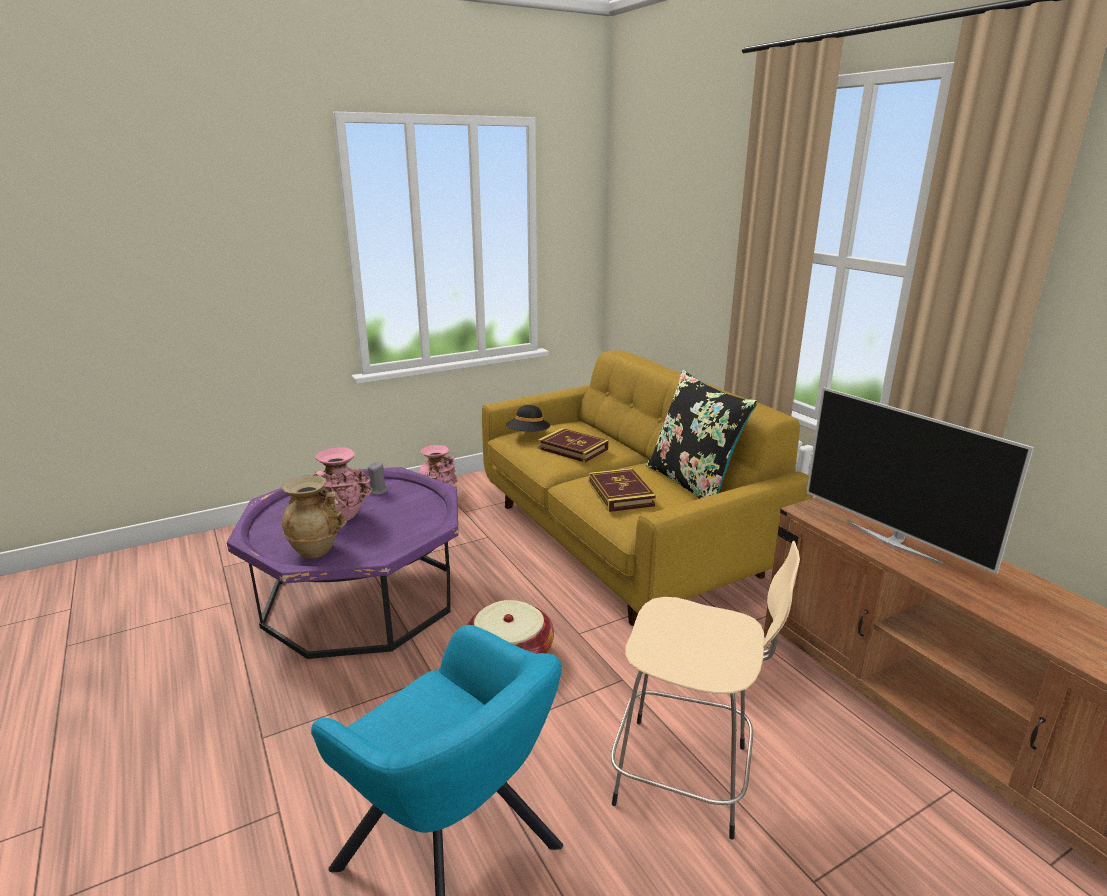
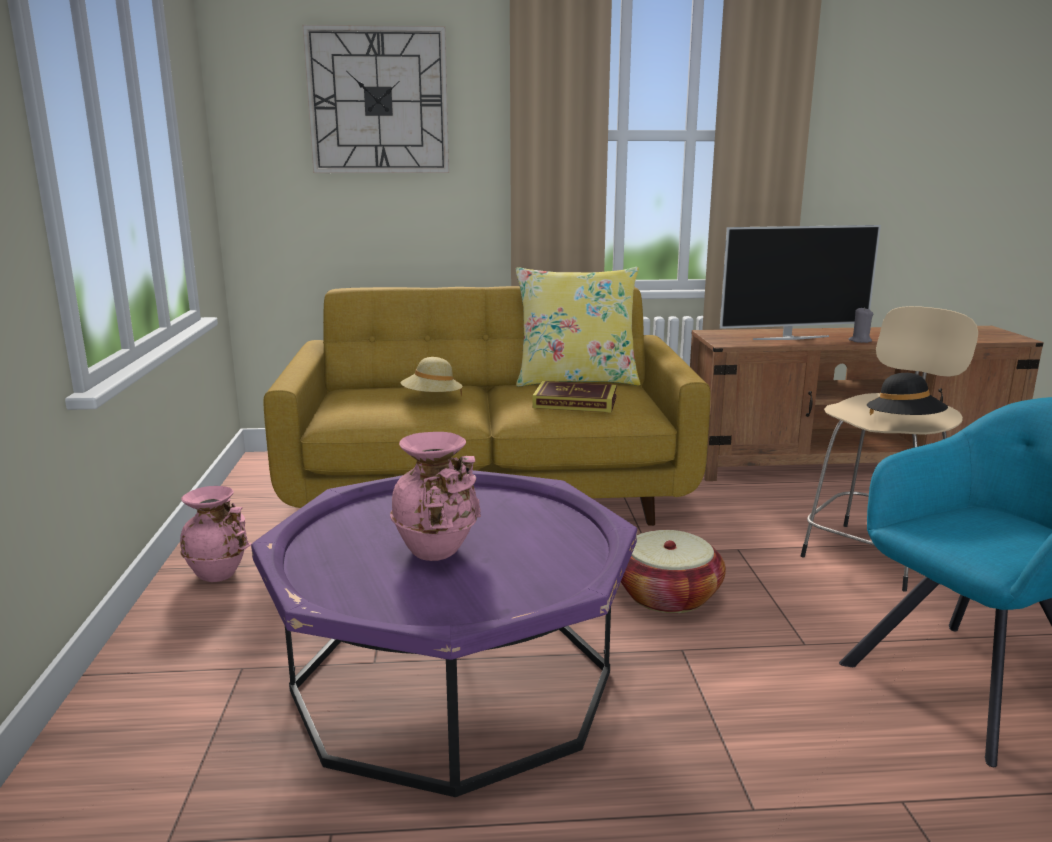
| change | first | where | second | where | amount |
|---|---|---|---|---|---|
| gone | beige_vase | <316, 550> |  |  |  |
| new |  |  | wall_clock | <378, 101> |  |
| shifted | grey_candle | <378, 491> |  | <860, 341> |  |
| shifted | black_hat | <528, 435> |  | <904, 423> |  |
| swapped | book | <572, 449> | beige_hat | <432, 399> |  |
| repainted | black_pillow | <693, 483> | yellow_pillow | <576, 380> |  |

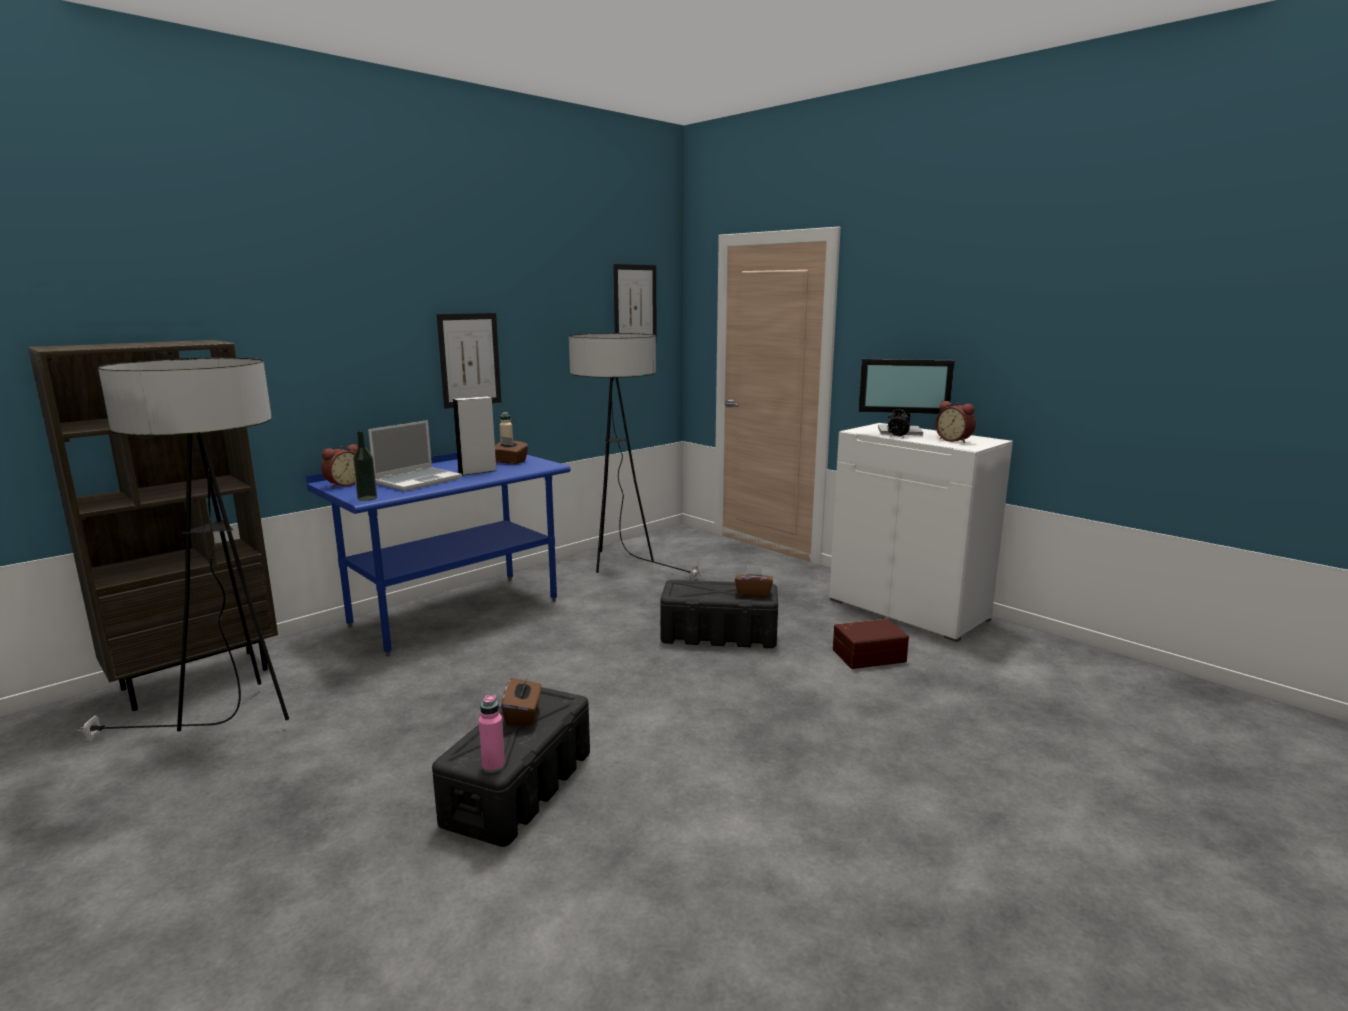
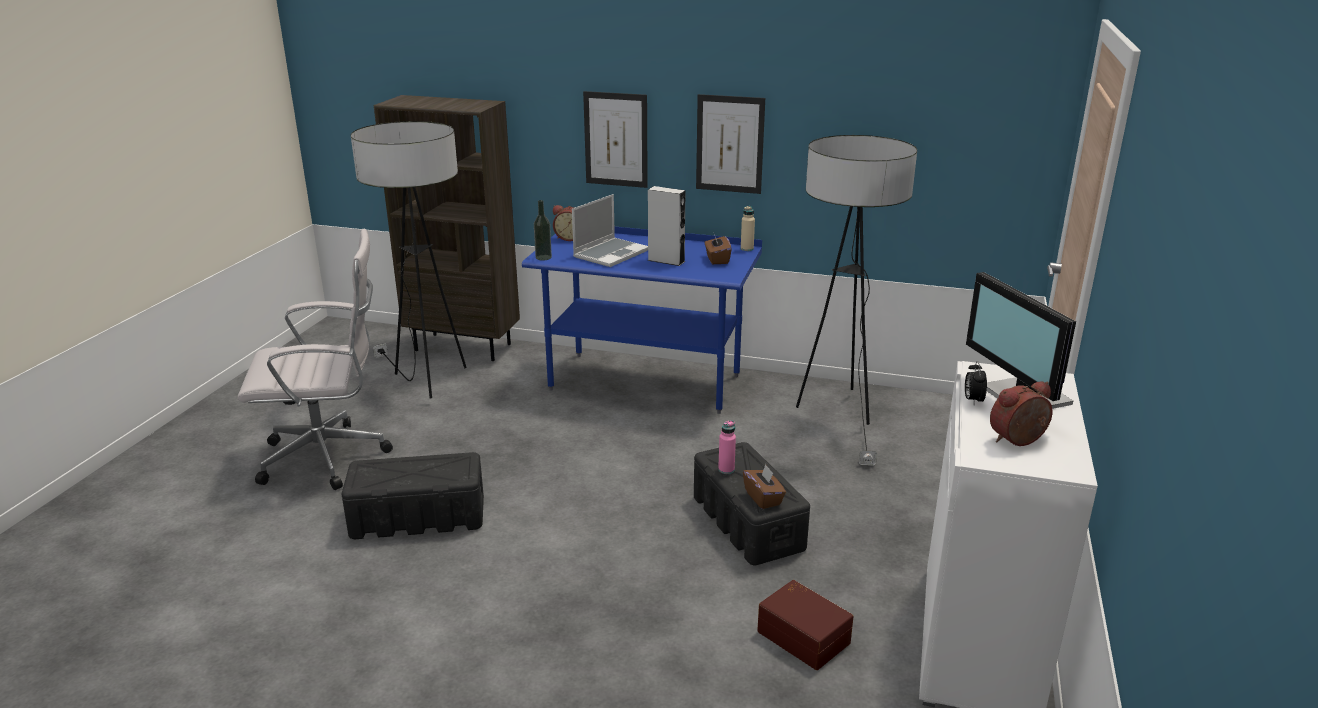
| change | first | where | second | where | amount |
|---|---|---|---|---|---|
| gone | brown_tissue_box | <523, 715> |  |  |  |
| new |  |  | white_office_chair | <330, 457> |  |
| shifted | pink_bottle | <493, 766> |  | <726, 470> |  |
| shifted | picture | <635, 304> |  | <616, 139> |  |
| rotated | laptop | <418, 480> |  | <611, 253> | 60 degrees counterclockwise |
| rotated | alarm_clock | <954, 440> |  | <1019, 441> | 45 degrees clockwise |

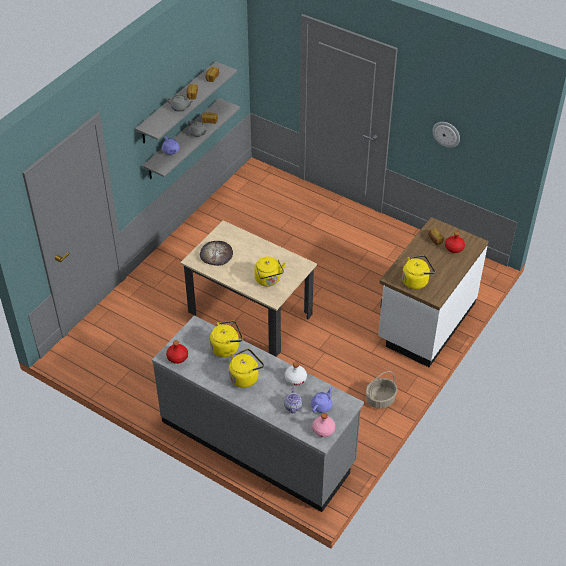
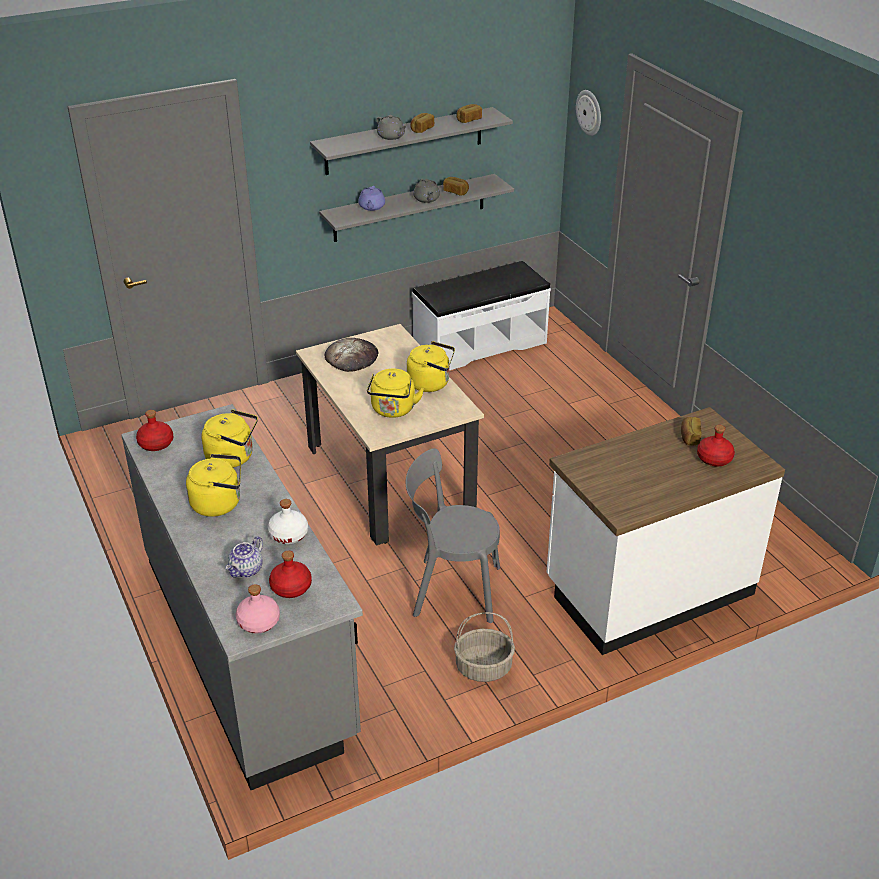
| change | first | where | second | where | amount |
|---|---|---|---|---|---|
| new |  |  | grey_chair | <451, 590> |  |
| new |  |  | white_bench | <479, 344> |  |
| shifted | yellow_kettle | <416, 281> |  | <431, 383> |  |
| shifted | wall_clock | <446, 134> |  | <589, 112> |  |
| swapped | purple_teapot | <322, 405> | red_bottle | <290, 587> |  |

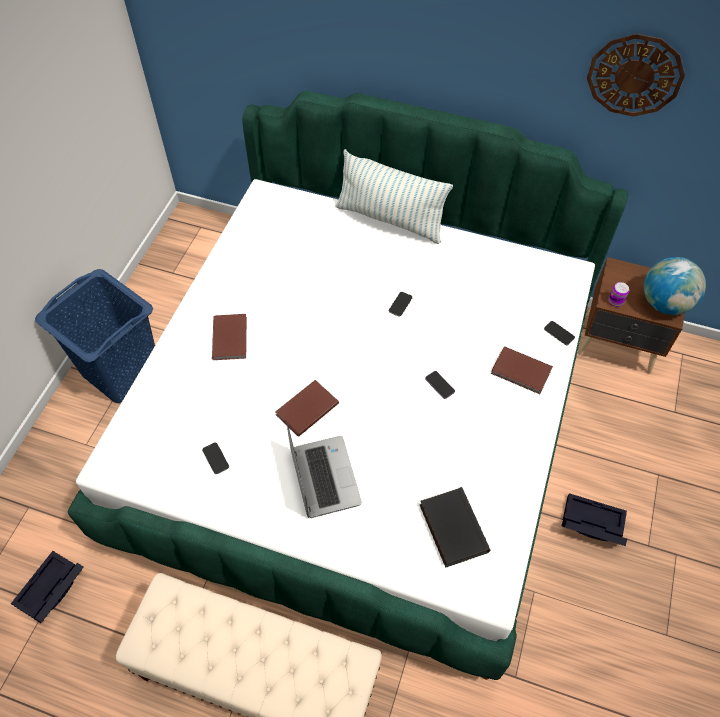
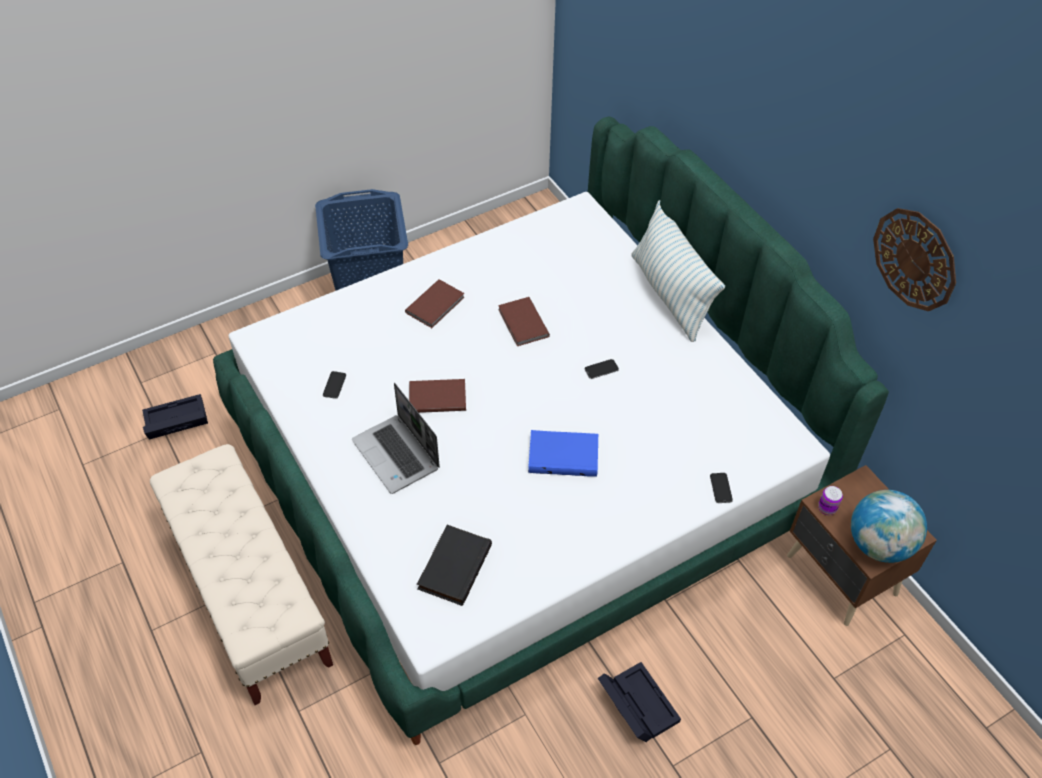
| change | first | where | second | where | amount |
|---|---|---|---|---|---|
| shifted | brown_book | <521, 372> |  | <522, 324> |  |
| swapped | phone | <439, 385> | blue_book | <564, 455> |  |
| rotated | laptop | <323, 476> |  | <397, 455> | 120 degrees clockwise |

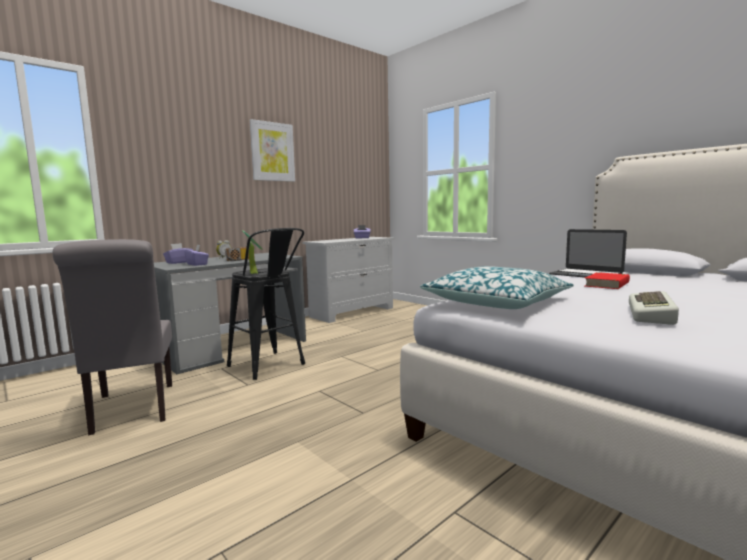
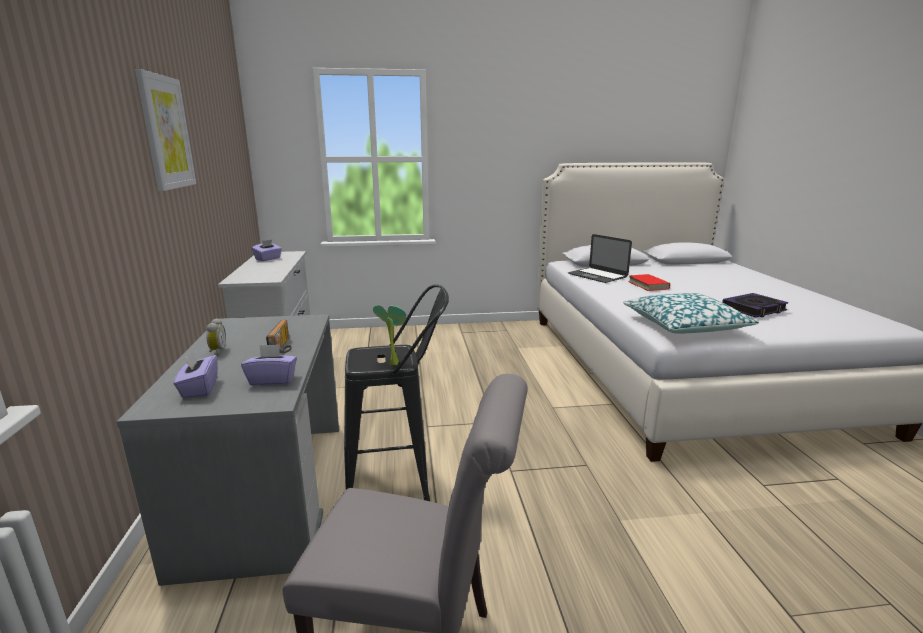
| change | first | where | second | where | amount |
|---|---|---|---|---|---|
| swapped | keyboard | <653, 314> | book | <753, 309> |  |
| rotated | laptop | <585, 274> |  | <597, 275> | 60 degrees clockwise |

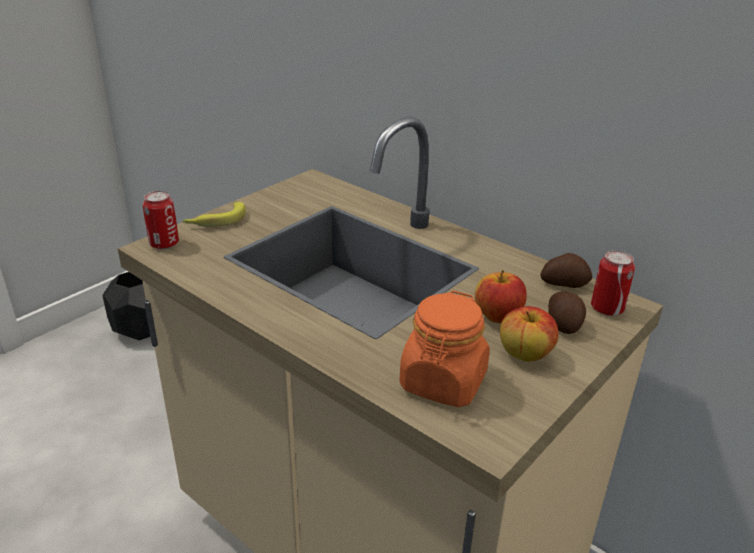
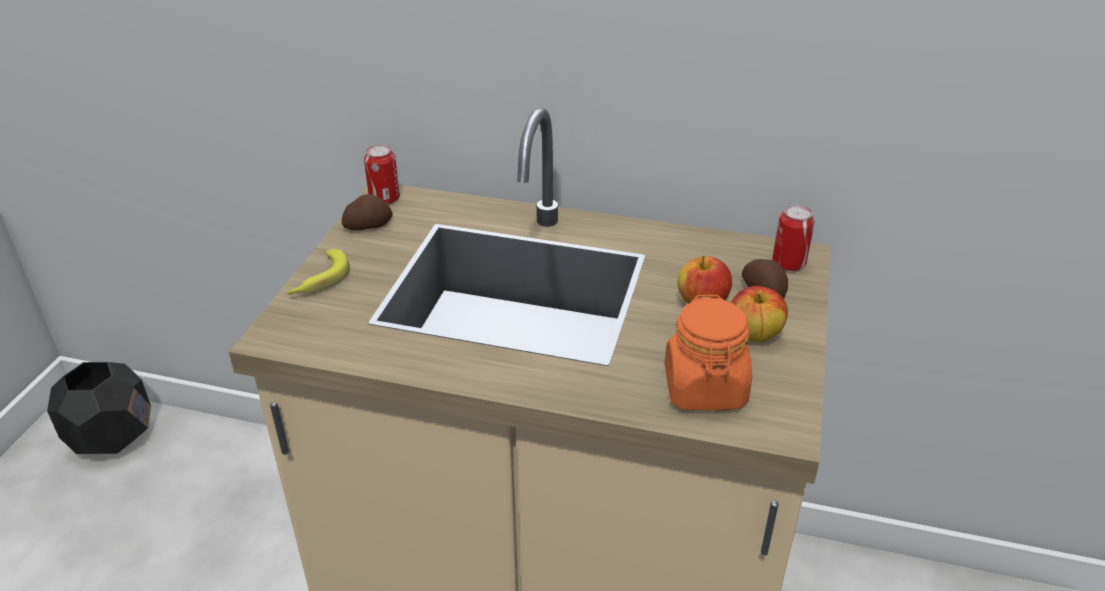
| change | first | where | second | where | amount |
|---|---|---|---|---|---|
| shifted | can | <164, 244> |  | <384, 199> |  |
| shifted | potato | <564, 283> |  | <368, 225> |  |

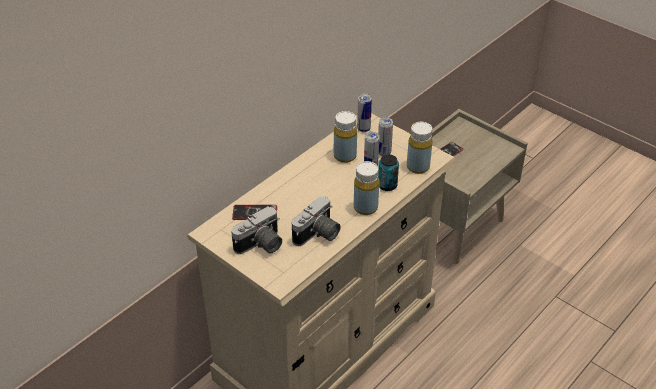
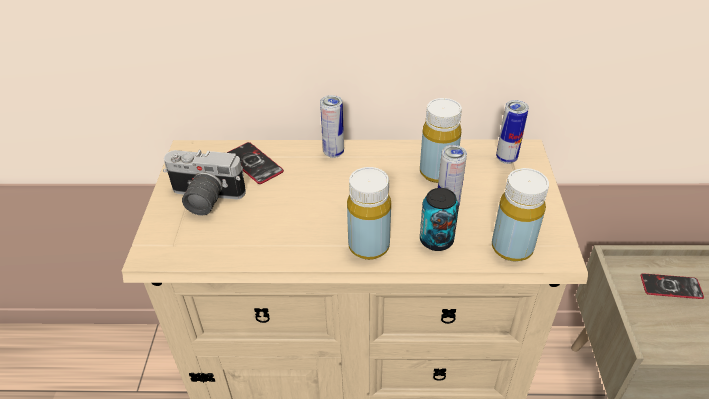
| change | first | where | second | where | amount |
|---|---|---|---|---|---|
| gone | photo_camera | <318, 235> |  |  |  |
| shifted | can | <384, 153> |  | <333, 152> |  |

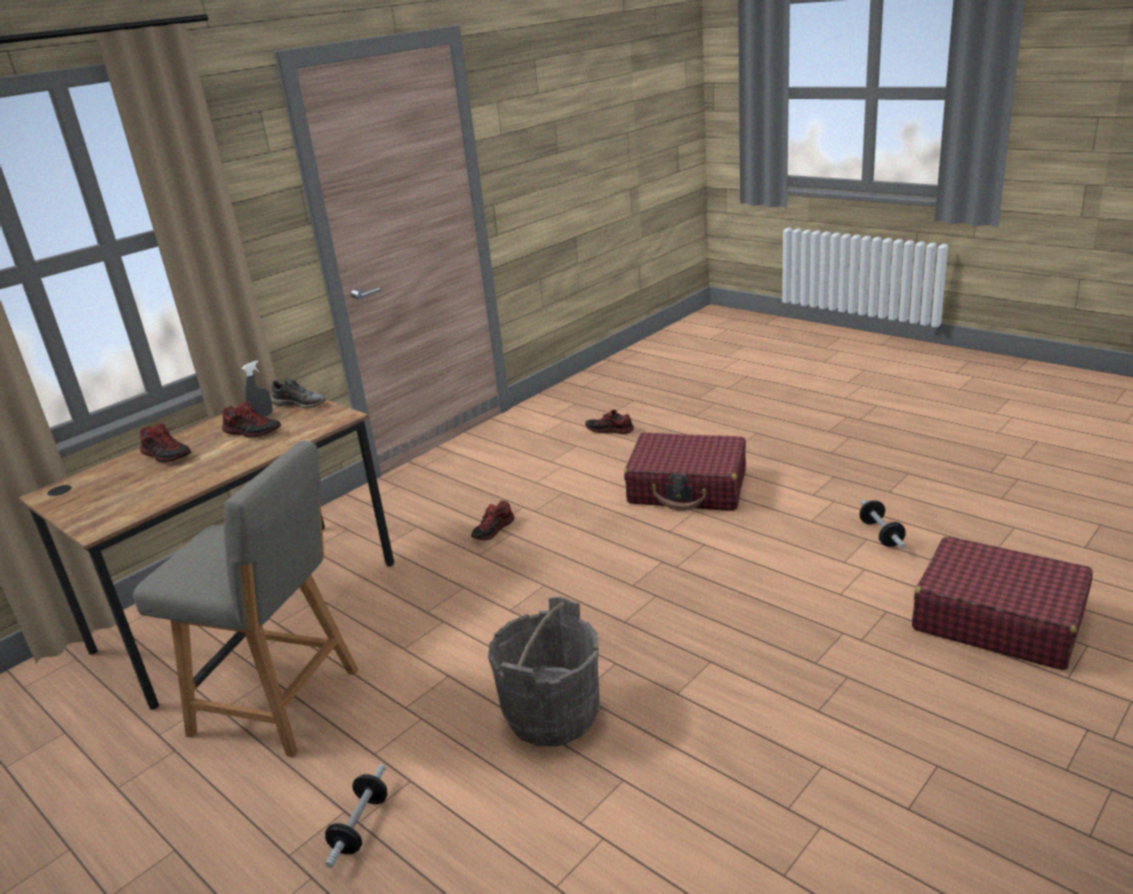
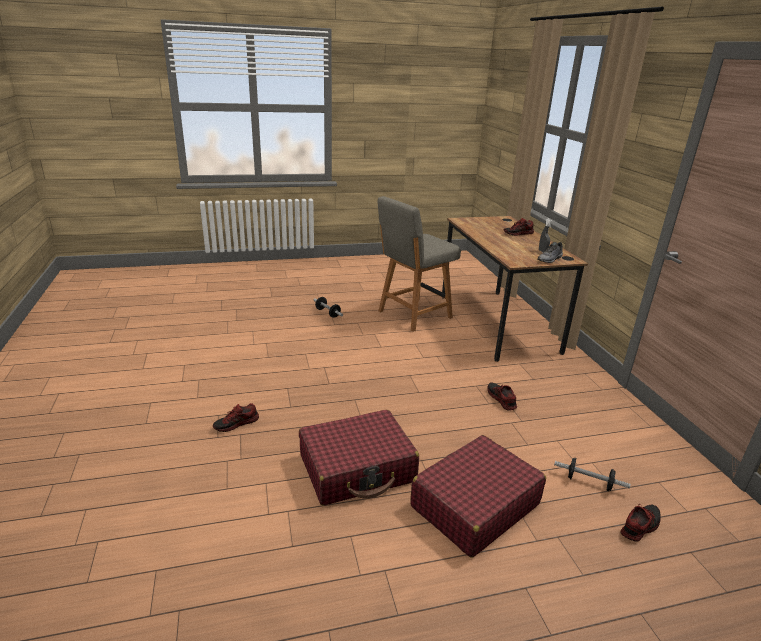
| change | first | where | second | where | amount |
|---|---|---|---|---|---|
| gone | grey_bucket | <552, 714> |  |  |  |
| shifted | shoe | <253, 431> |  | <236, 424> |  |
| shifted | dumbbell | <881, 534> |  | <588, 482> |  |
| shifted | red_suitcase | <997, 619> |  | <357, 468> |  |

